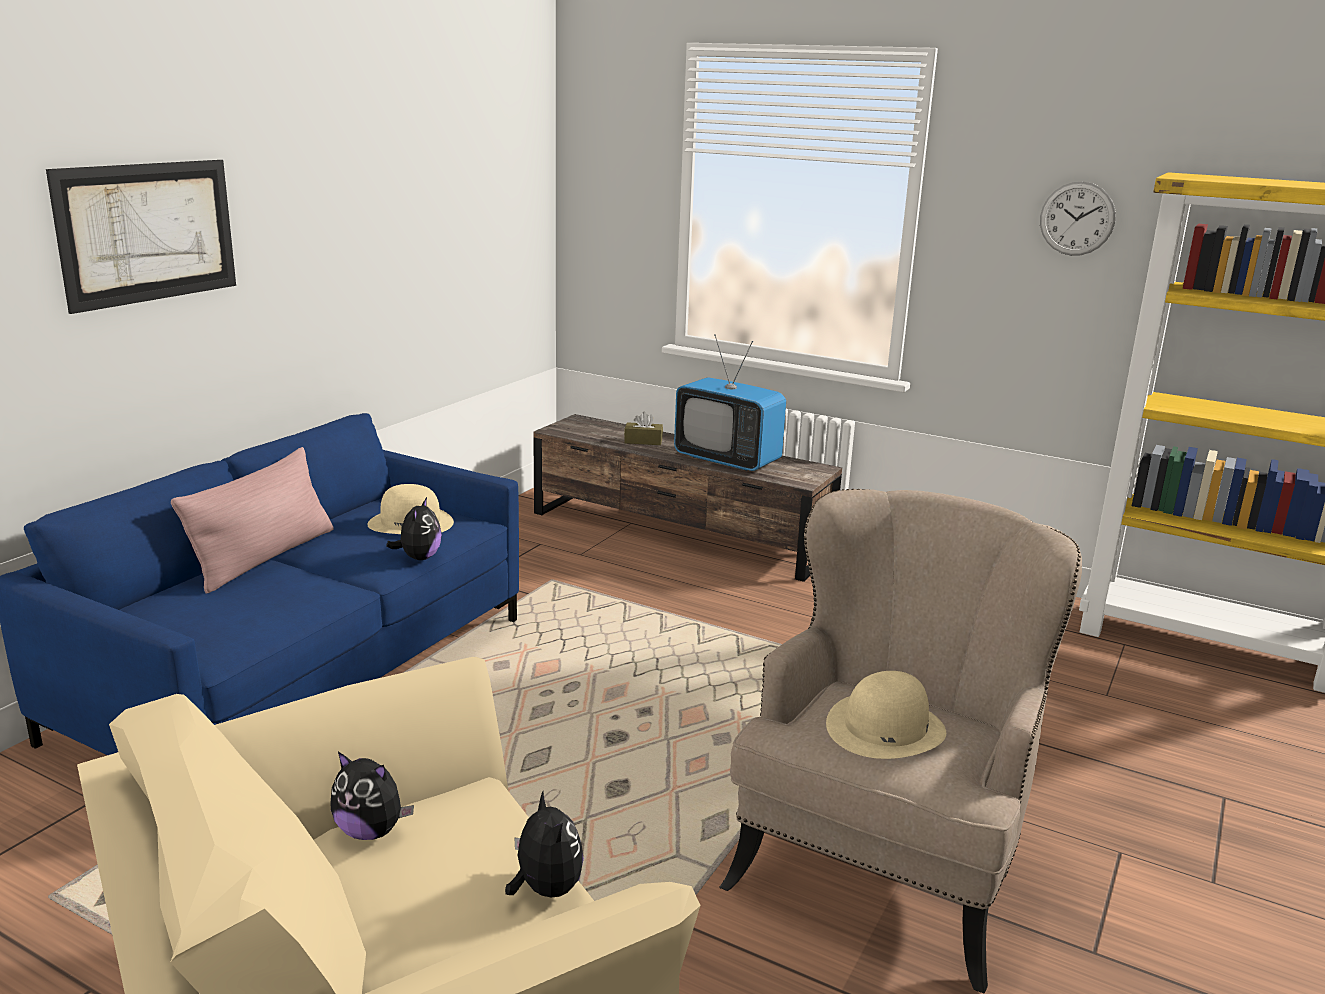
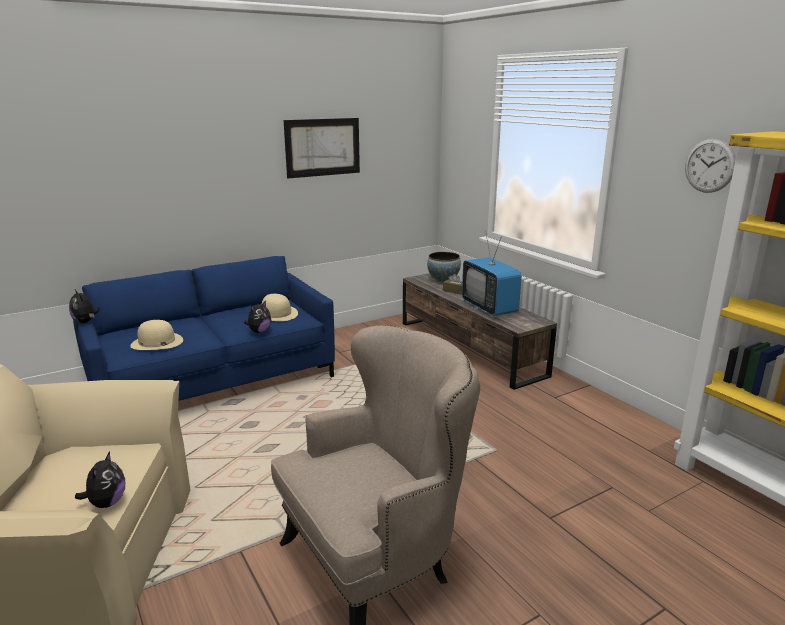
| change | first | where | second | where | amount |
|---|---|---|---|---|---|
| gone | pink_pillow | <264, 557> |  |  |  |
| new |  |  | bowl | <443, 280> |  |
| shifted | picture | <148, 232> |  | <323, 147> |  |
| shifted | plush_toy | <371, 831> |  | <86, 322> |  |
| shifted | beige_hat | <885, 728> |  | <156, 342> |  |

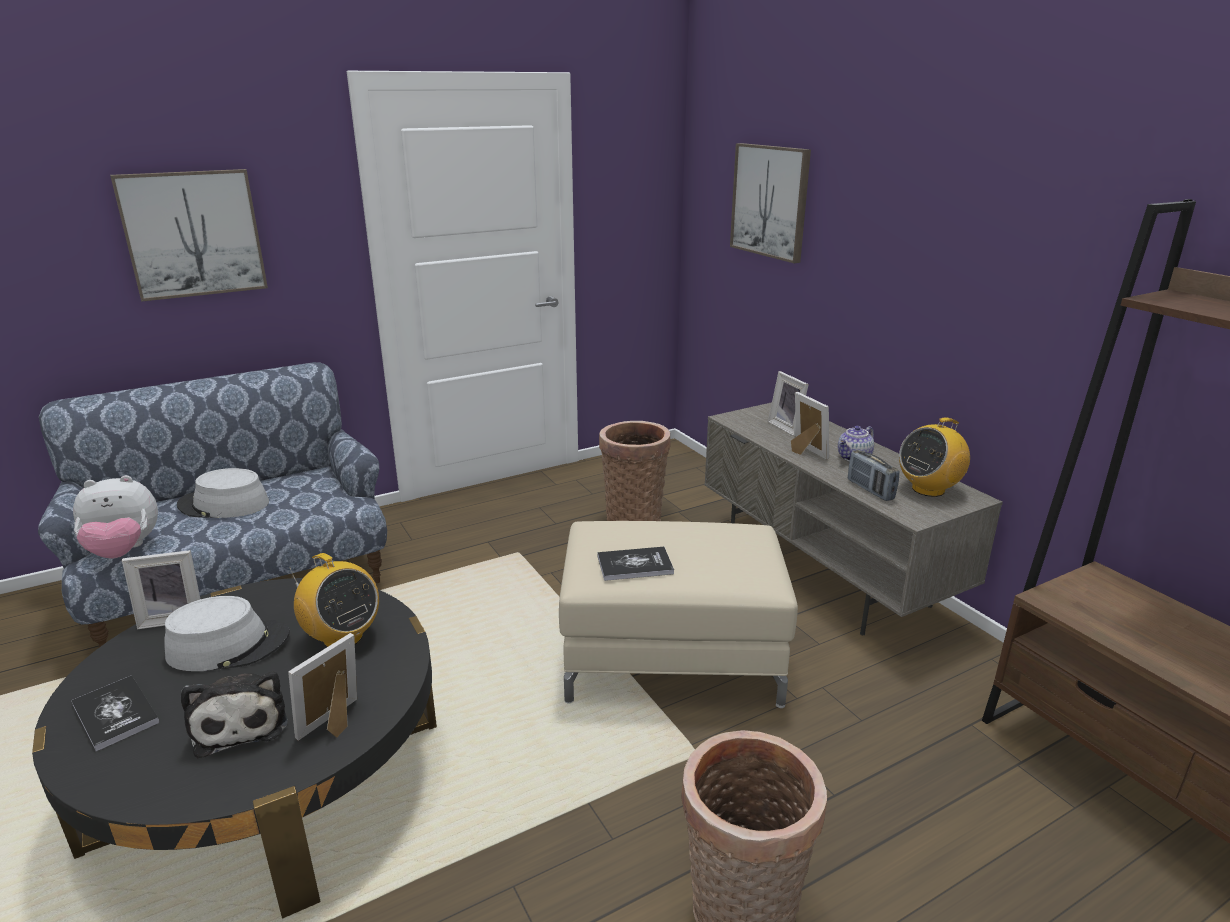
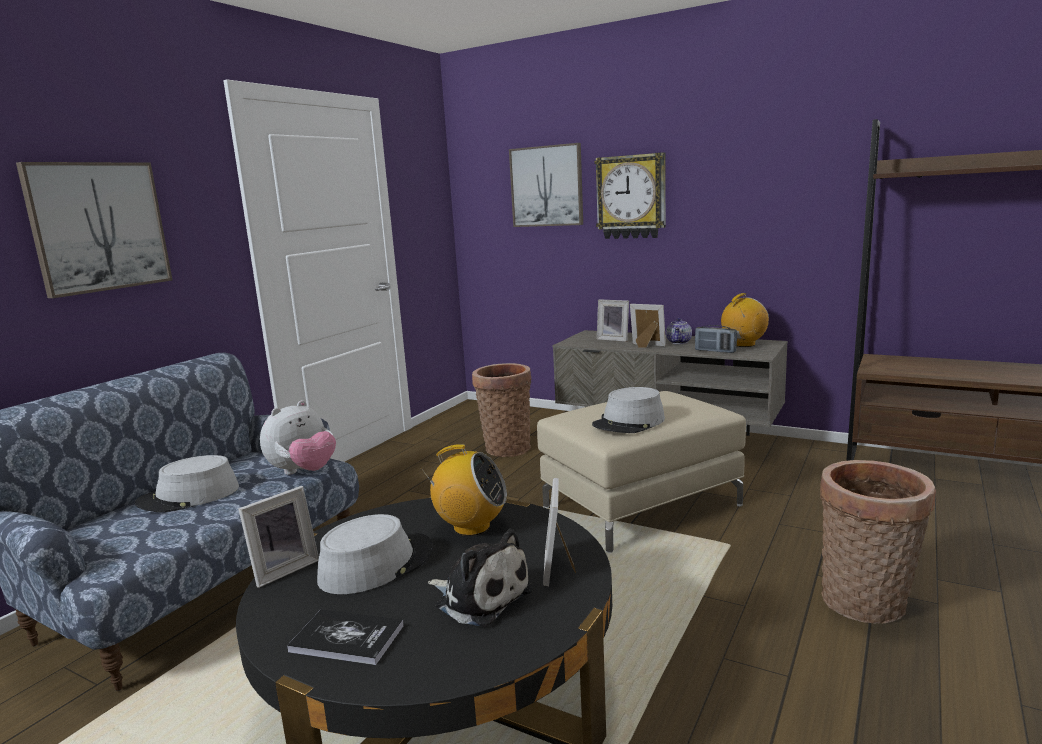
| change | first | where | second | where | amount |
|---|---|---|---|---|---|
| new |  |  | wall_clock | <631, 197> |  |
| shifted | plush_toy | <124, 551> |  | <303, 472> |  |
| swapped | book | <635, 565> | grey_hat | <629, 422> |  |
| rotated | radio | <928, 489> |  | <743, 344> | 150 degrees counterclockwise |

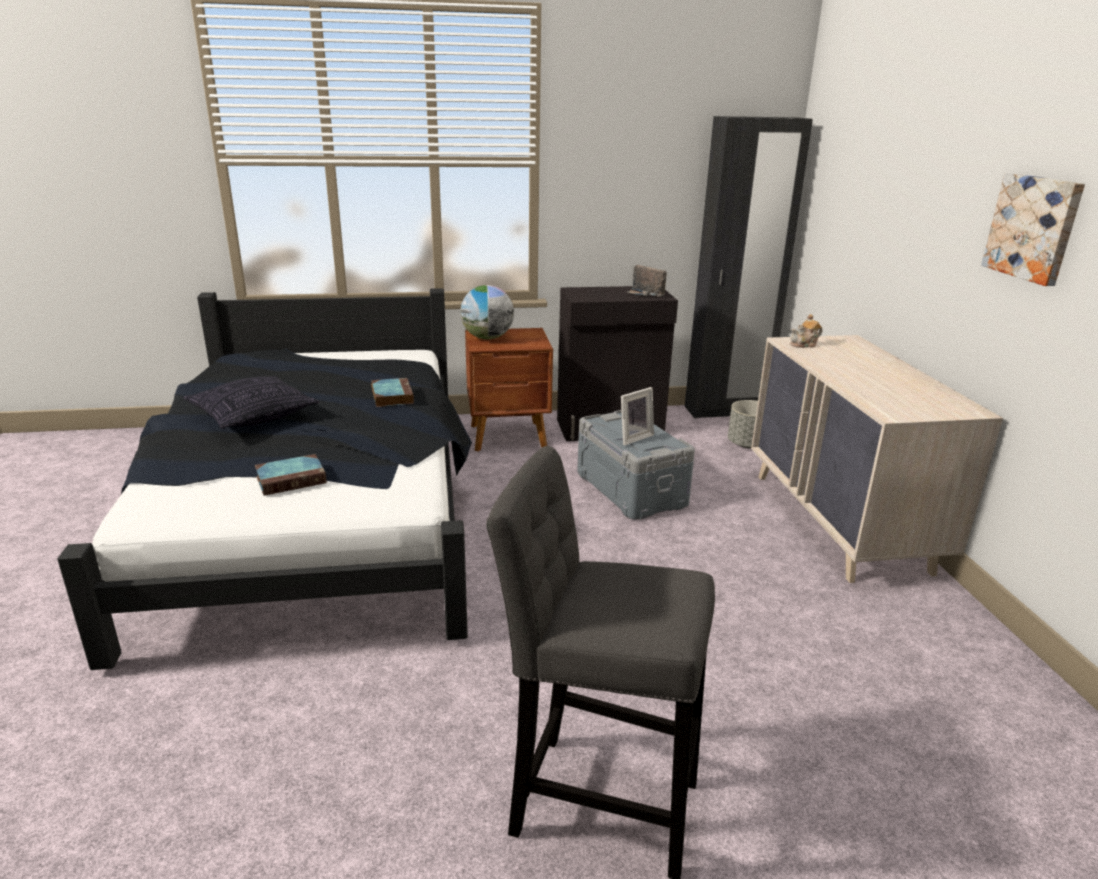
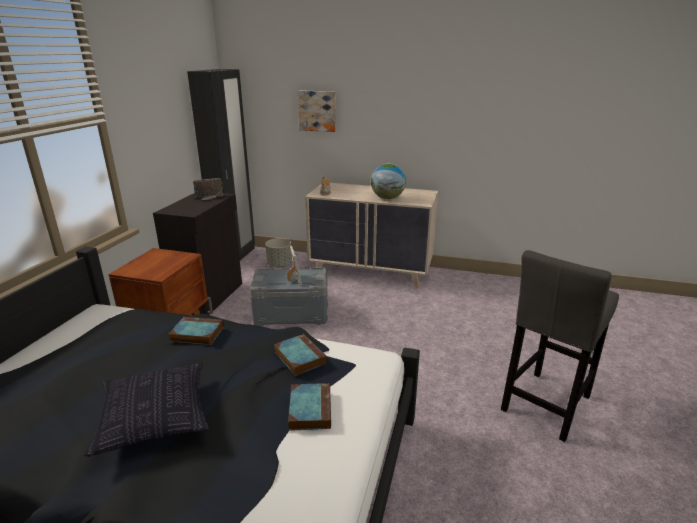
| change | first | where | second | where | amount |
|---|---|---|---|---|---|
| new |  |  | book | <299, 357> |  |
| shifted | globe | <487, 338> |  | <387, 198> |  |
| shifted | picture | <1034, 227> |  | <317, 111> |  |

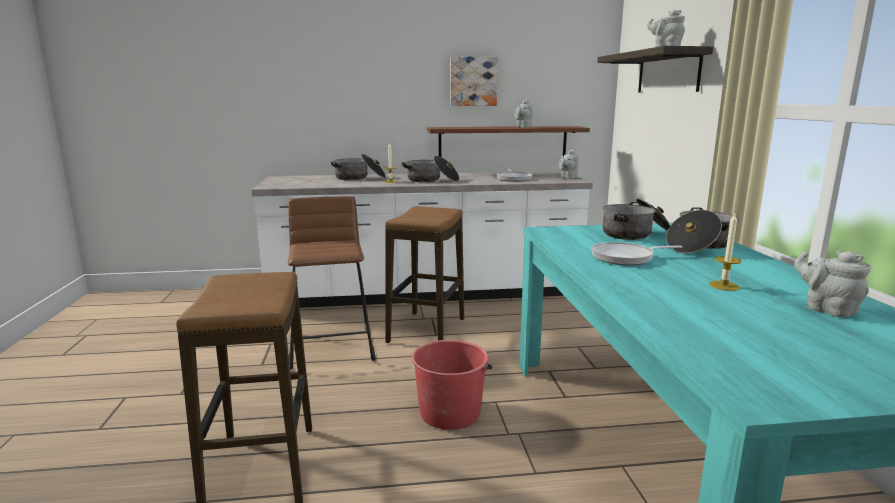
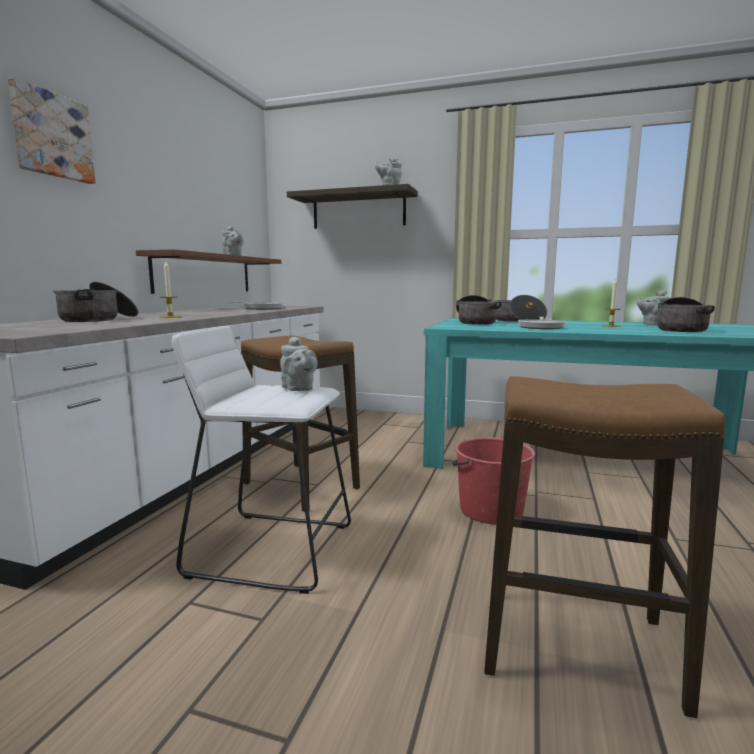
| change | first | where | second | where | amount |
|---|---|---|---|---|---|
| shifted | cooking_pot | <432, 180> |  | <681, 329> |  |
| shifted | picture | <473, 81> |  | <51, 135> |  |
| shifted | grey_teapot | <568, 178> |  | <298, 389> |  |
| repainted | brown_stool | <332, 347> | white_stool | <272, 549> |  |

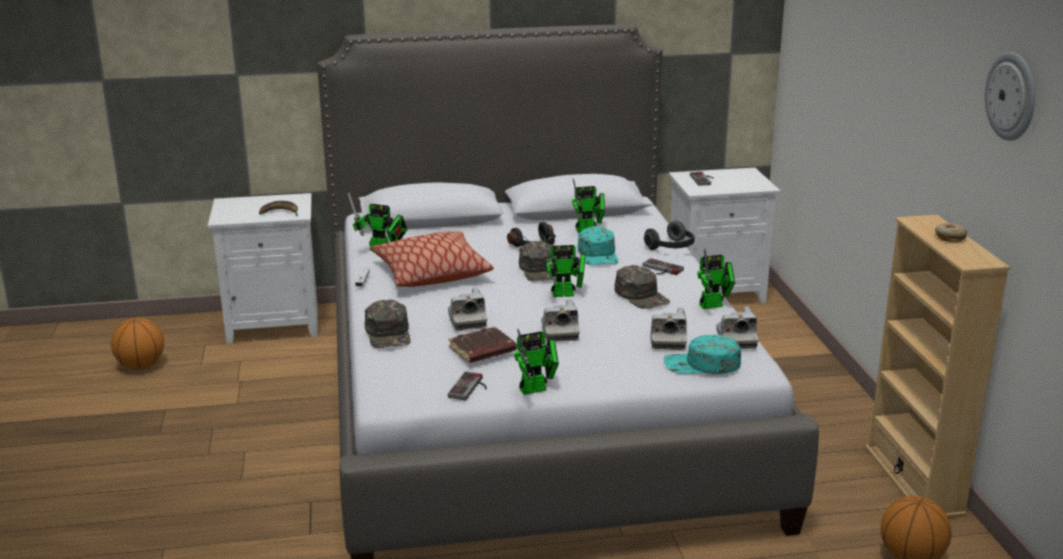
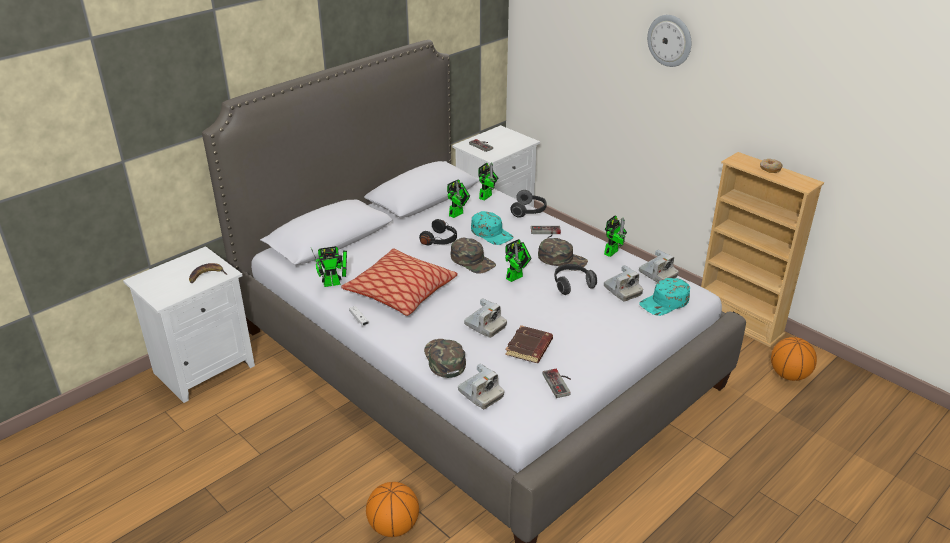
| change | first | where | second | where | amount |
|---|---|---|---|---|---|
| new |  |  | headphones | <572, 285> |  |
| shifted | basketball | <141, 366> |  | <394, 526> |  |
| shifted | toy_robot | <537, 389> |  | <486, 195> |  |
| shifted | photo_camera | <559, 332> |  | <480, 394> |  |
| shifted | wall_clock | <1012, 96> |  | <670, 40> |  |
| rotated | green_cap | <389, 333> |  | <444, 359> | 150 degrees counterclockwise |

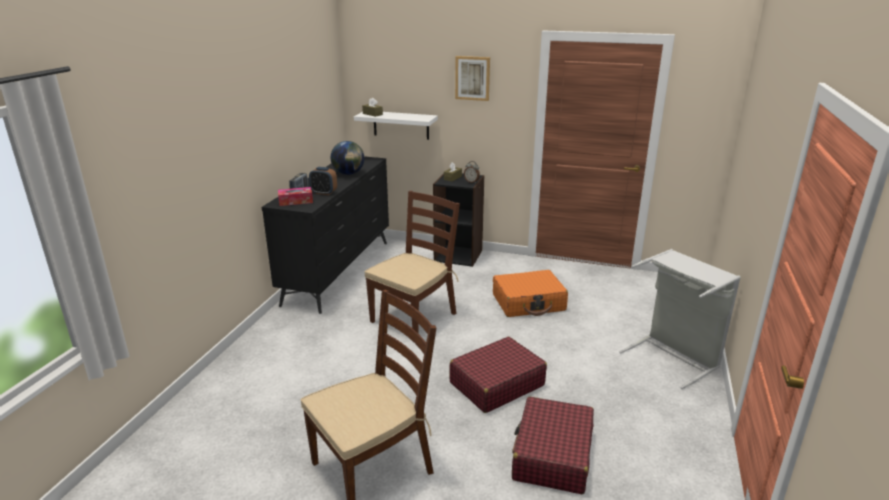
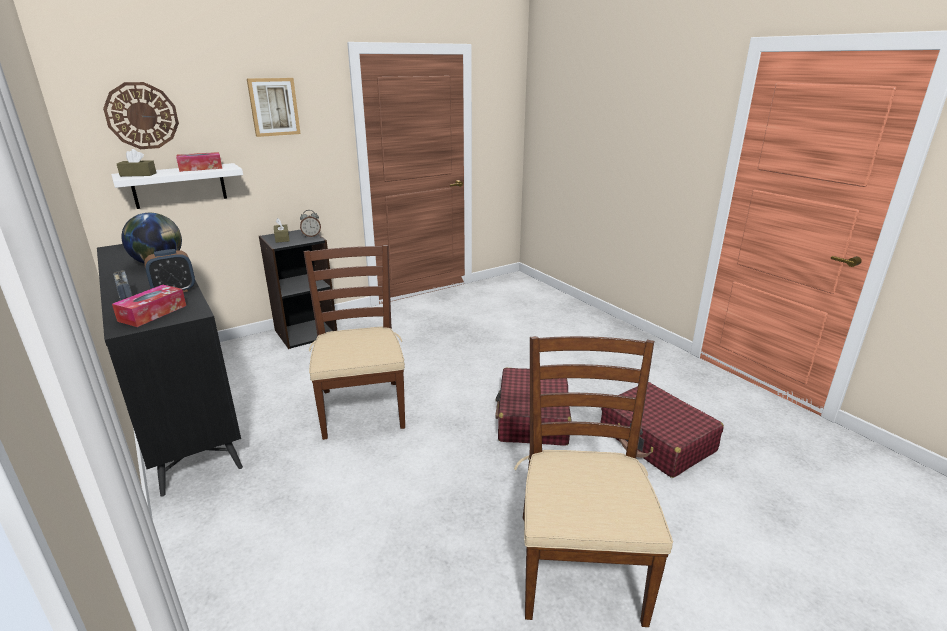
| change | first | where | second | where | amount |
|---|---|---|---|---|---|
| gone | orange_suitcase | <529, 303> |  |  |  |
| gone | grey_laundry_basket | <674, 357> |  |  |  |
| new |  |  | wall_clock | <142, 116> |  |
| new |  |  | tissue_box | <201, 168> |  |

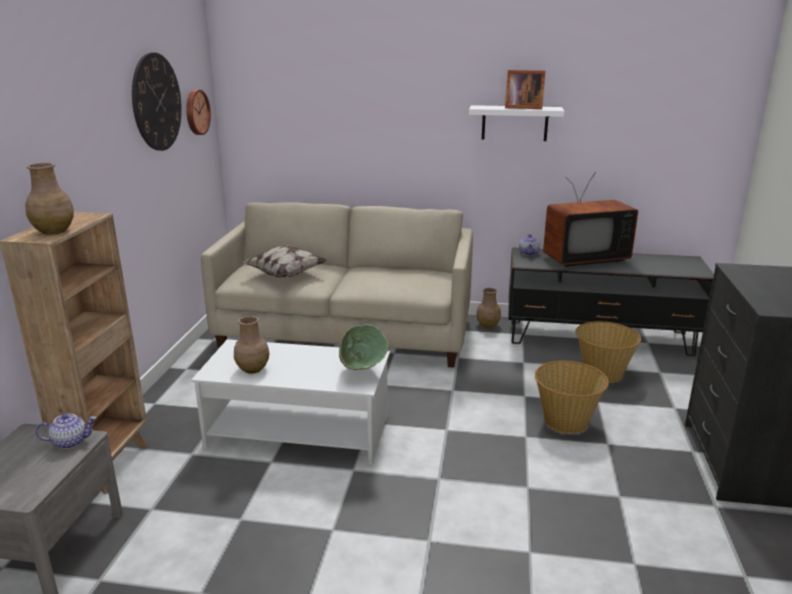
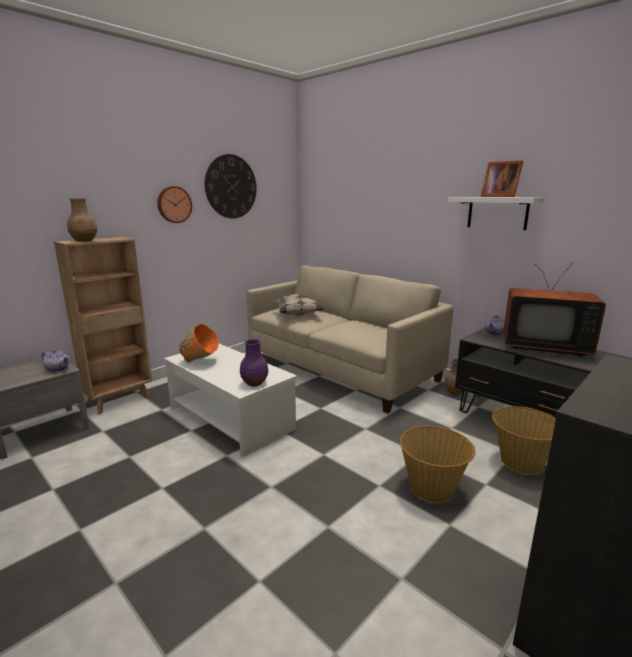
| change | first | where | second | where | amount |
|---|---|---|---|---|---|
| shifted | wall_clock | <196, 112> |  | <174, 204> |  |
| swapped | brown_vase | <252, 369> | orange_bowl | <201, 361> |  |
| swapped | green_bowl | <362, 373> | purple_vase | <255, 383> |  |

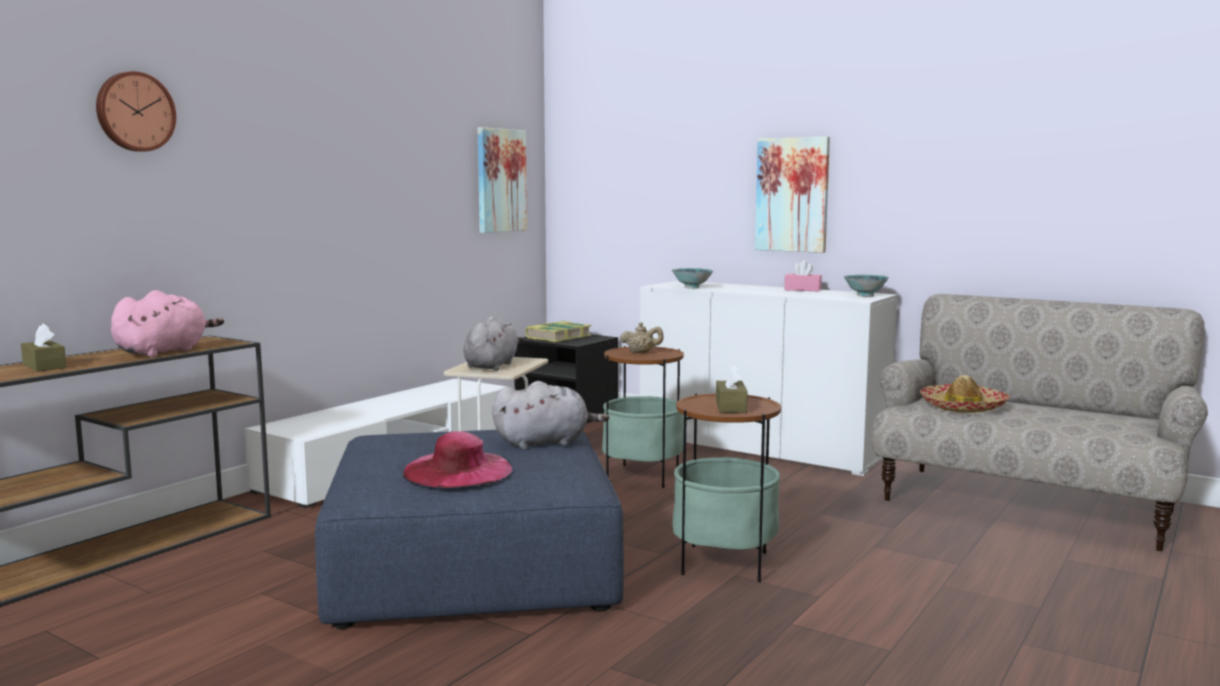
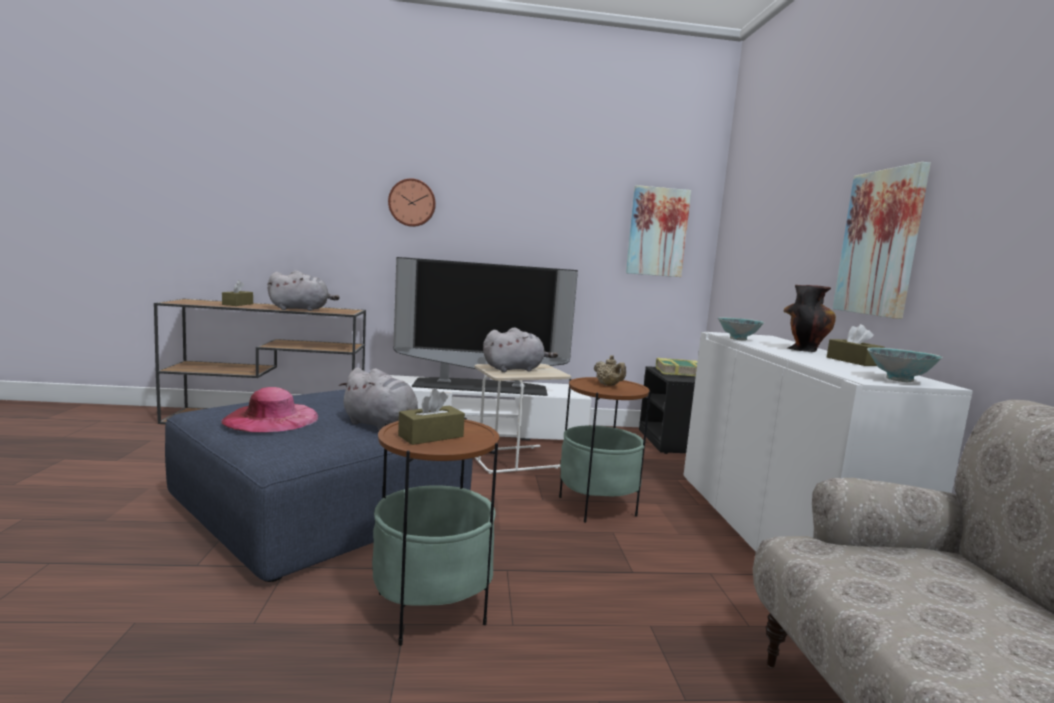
| change | first | where | second | where | amount |
|---|---|---|---|---|---|
| gone | hat | <963, 407> |  |  |  |
| new |  |  | television | <481, 386> |  |
| new |  |  | vase | <803, 349> |  |
| shifted | wall_clock | <134, 112> |  | <412, 203> |  |
| repainted | pink_plush_toy | <164, 352> | grey_plush_toy | <301, 309> |  |
| repainted | pink_tissue_box | <802, 290> | brown_tissue_box | <853, 361> |  |

